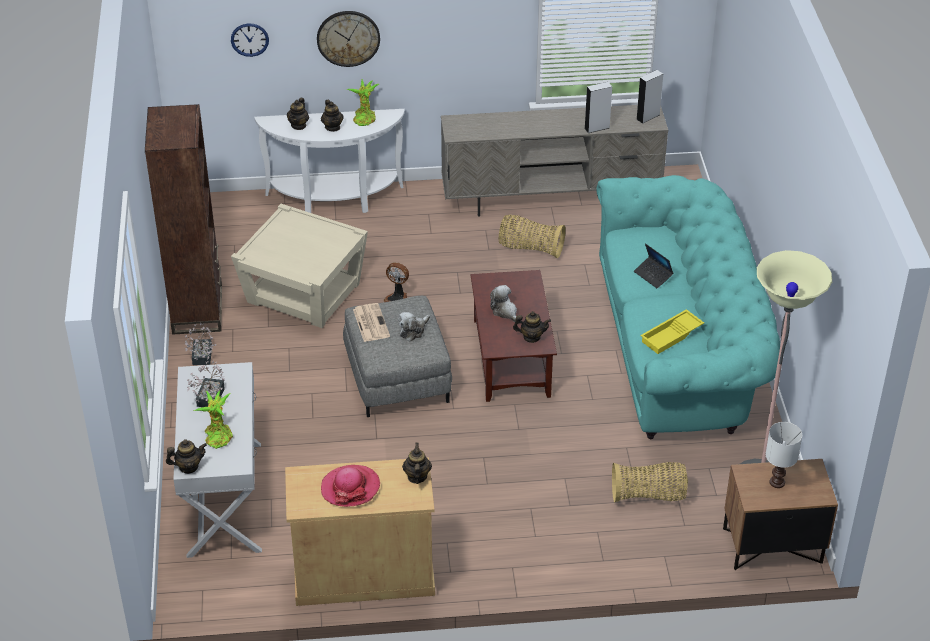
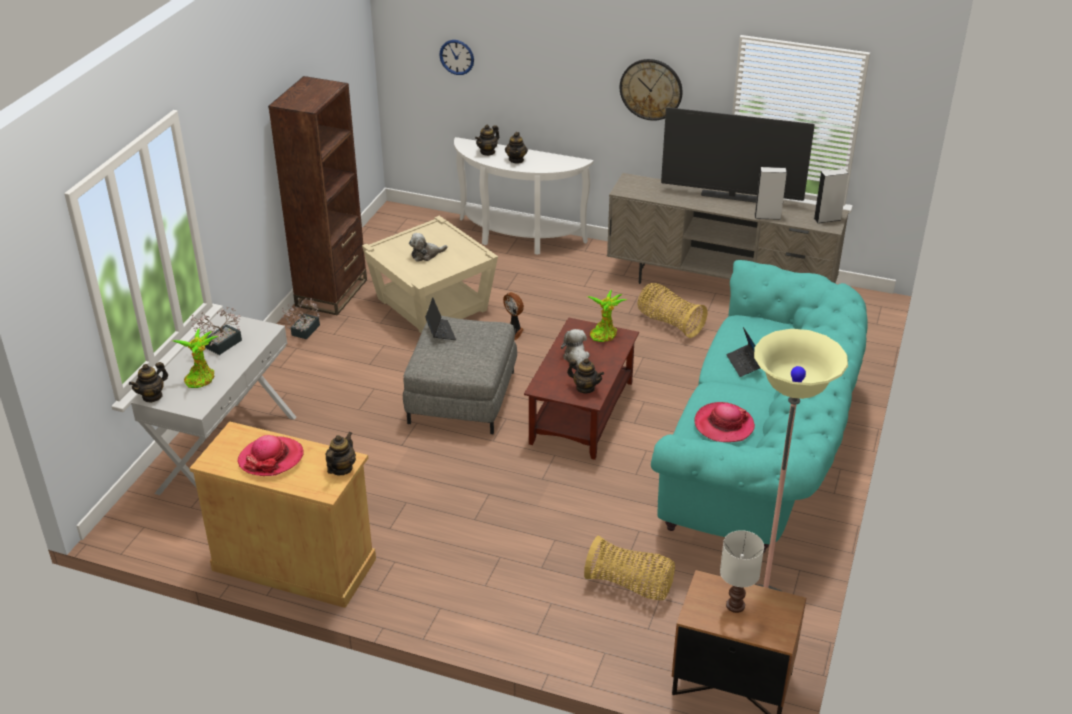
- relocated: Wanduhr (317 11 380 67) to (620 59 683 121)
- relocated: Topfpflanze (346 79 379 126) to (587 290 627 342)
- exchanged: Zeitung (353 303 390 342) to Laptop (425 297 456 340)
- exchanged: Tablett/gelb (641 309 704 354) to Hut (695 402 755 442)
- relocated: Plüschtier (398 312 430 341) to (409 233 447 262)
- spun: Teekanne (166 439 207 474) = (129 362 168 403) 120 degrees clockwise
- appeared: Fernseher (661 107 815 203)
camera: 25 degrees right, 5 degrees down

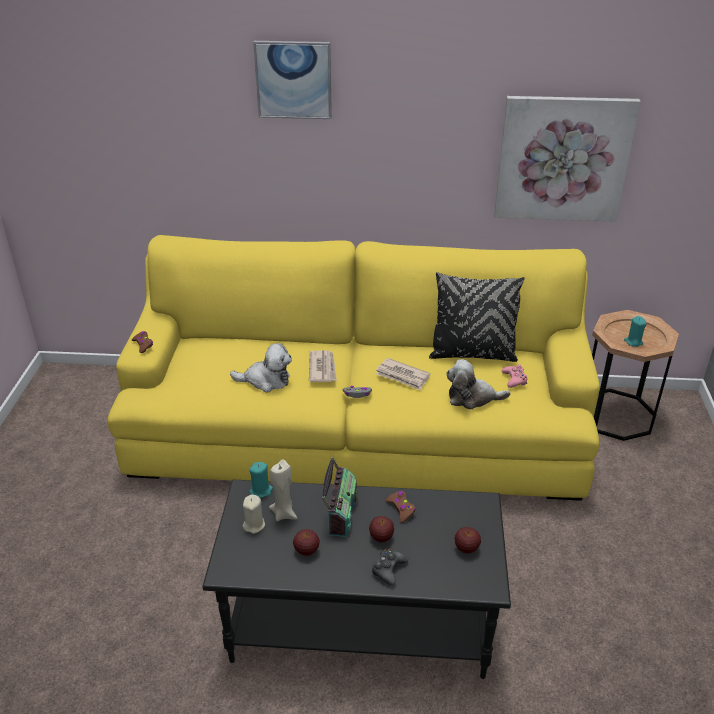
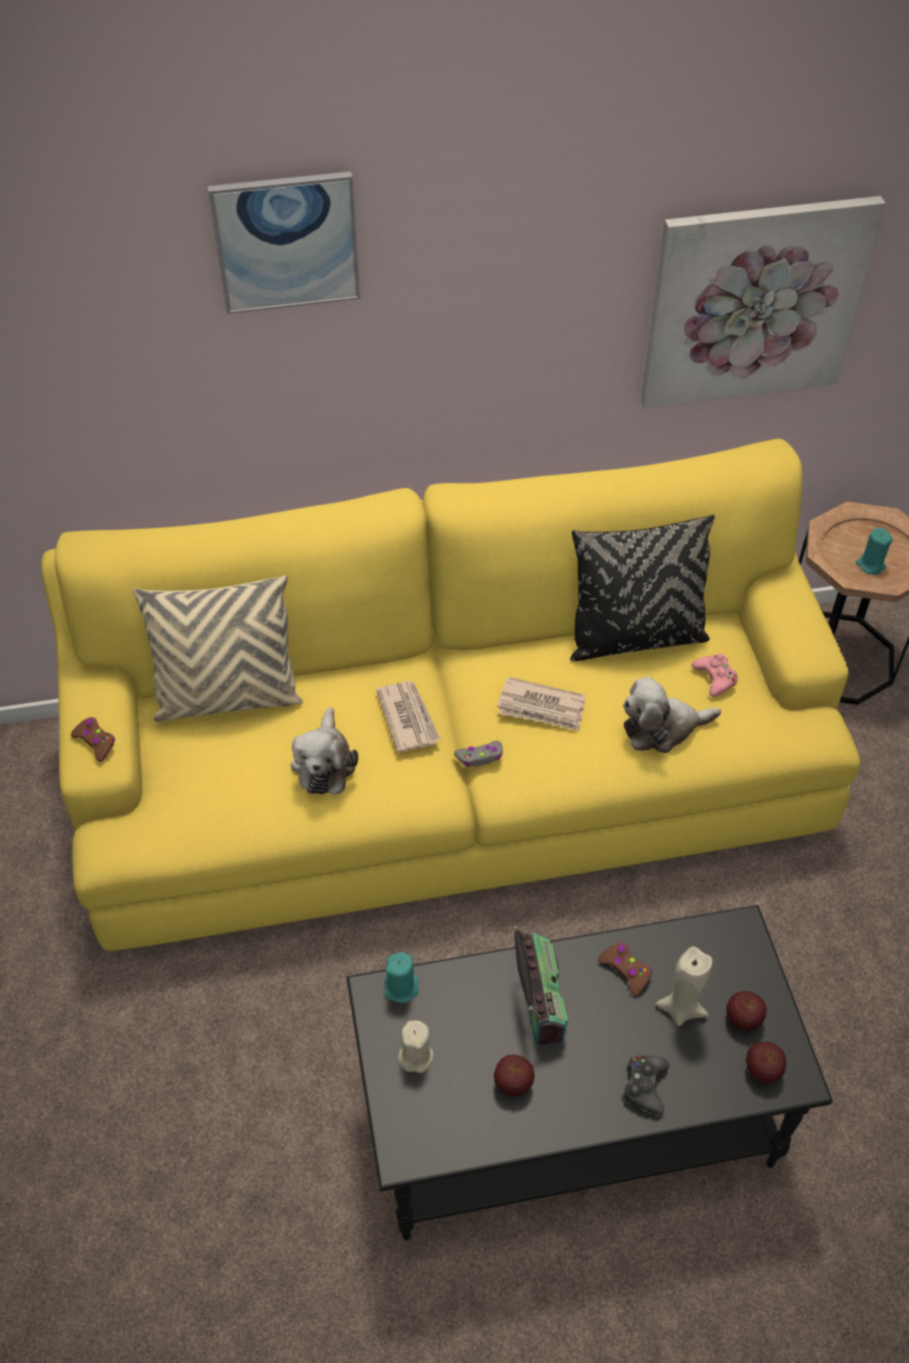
- spun: Plüschtier (230 343 292 393) = (291 707 358 794) 105 degrees clockwise
- relocated: Kerze/beige (269 459 297 521) to (656 946 713 1026)
- relocated: Apfel (369 516 394 543) to (746 1042 786 1083)
- appeared: Kissen/beige (133 576 303 722)
camera: 15 degrees left, 15 degrees up

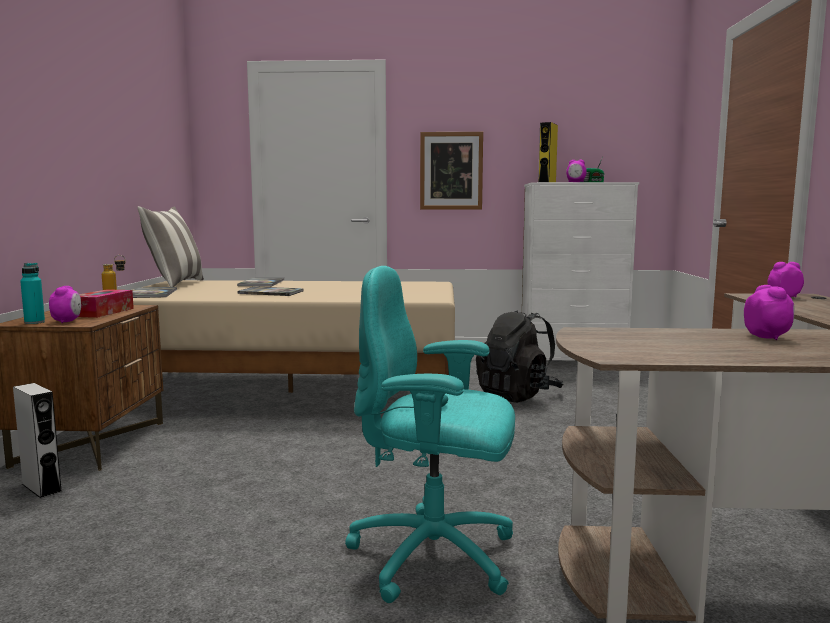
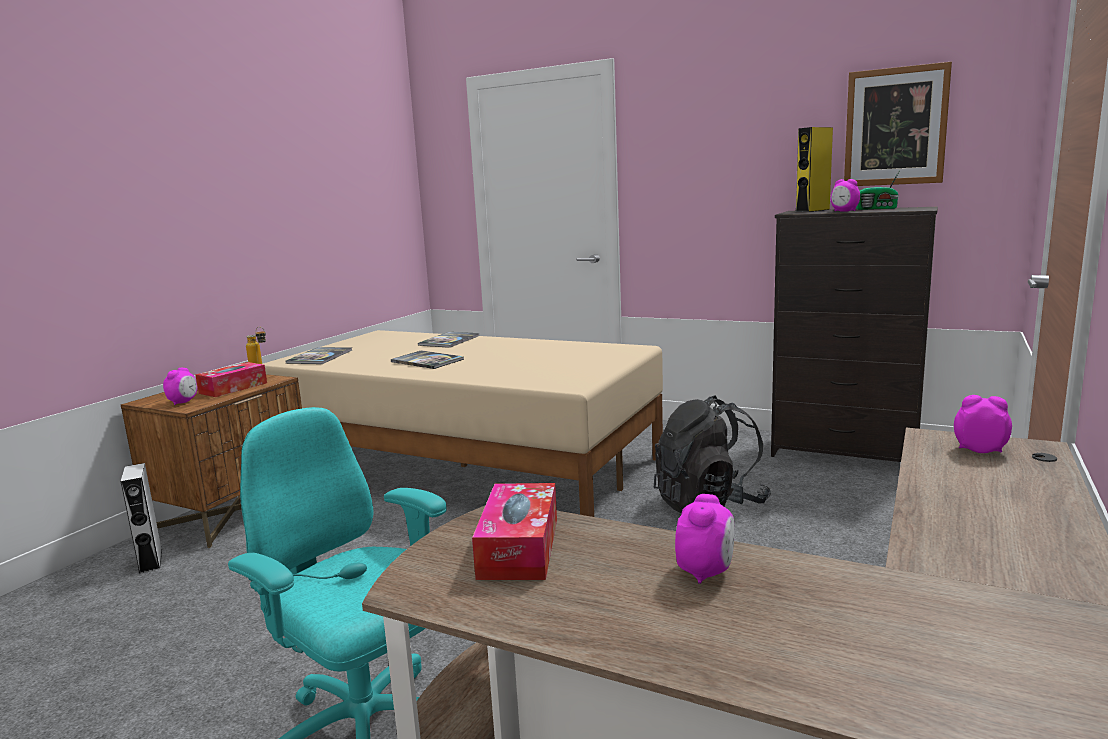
- relocated: Bild (420 132 483 210) to (844 61 952 186)
- colour: Kommode/weiß (522 182 639 361) to Kommode/schwarz (771 207 938 462)
- missing: Kissen (137 206 204 287)
- missing: Flasche/türkis (20 263 45 324)
- appeared: Taschentuchbox (472 483 557 580)
camera: 25 degrees right, 5 degrees up

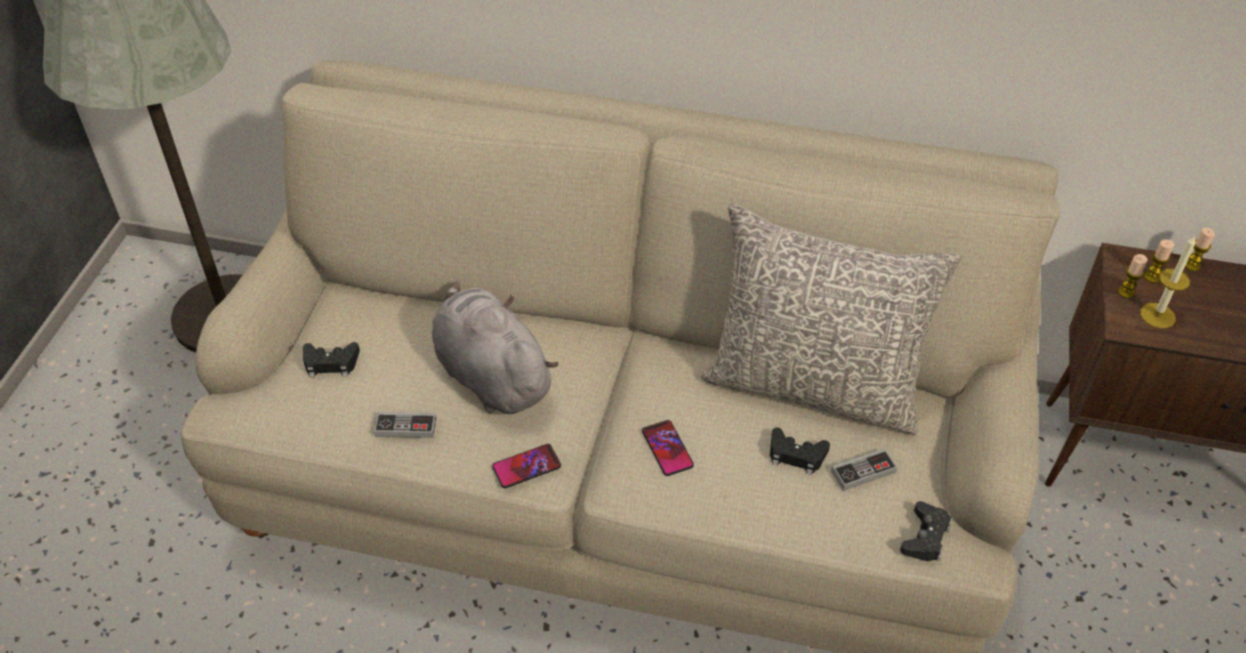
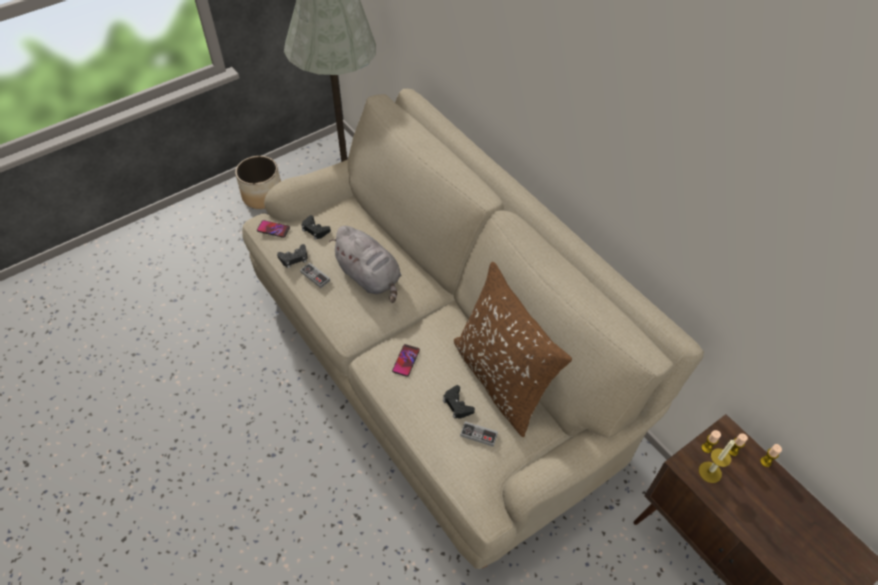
- colour: Kissen/grau (700 203 961 435) to Kissen/braun (454 262 572 437)
- spun: Plüschtier/grau (432 282 559 414) = (329 226 401 303) 135 degrees clockwise
- relocated: Handy (492 444 561 488) to (257 220 290 238)
- relocated: Gamepad/schwarz (900 501 952 561) to (277 244 308 268)
- appeared: Pflanzkübel (235 156 281 209)
camera: 40 degrees right, 5 degrees up

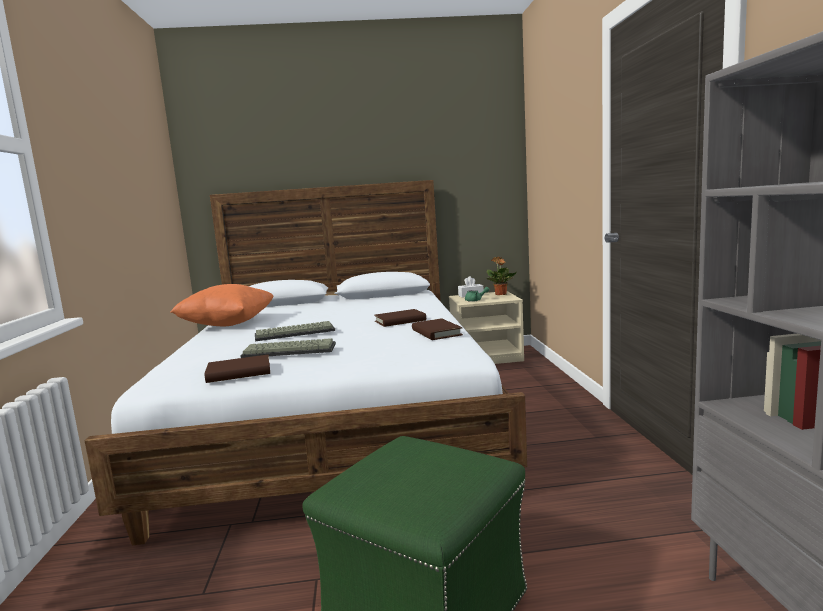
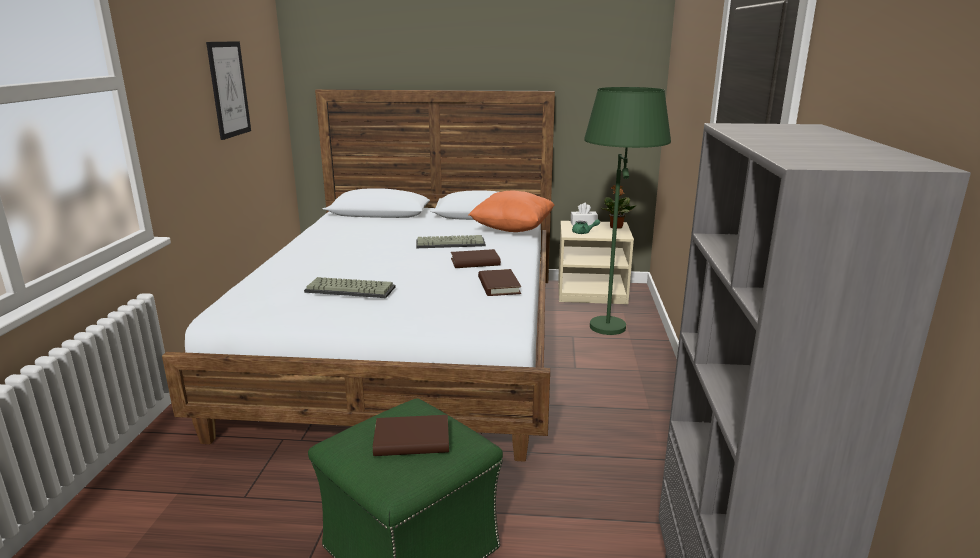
- relocated: Kissen/orange (170 284 274 326) to (468 191 554 232)
- relocated: Tastatur (255 321 335 341) to (416 235 486 248)
- relocated: Buch/braun (204 355 270 383) to (373 415 449 456)
- appeared: Bild (206 41 251 140)
- appeared: Stehlampe/grün (584 87 671 335)
camera: 10 degrees right, 10 degrees up

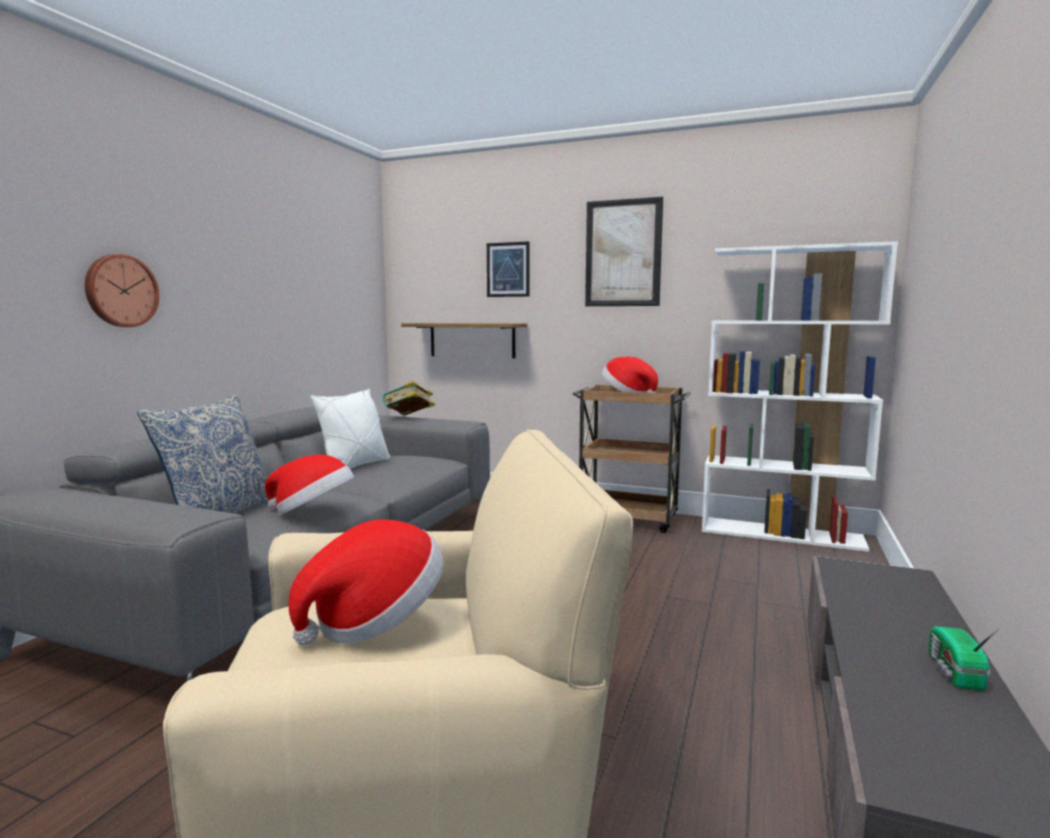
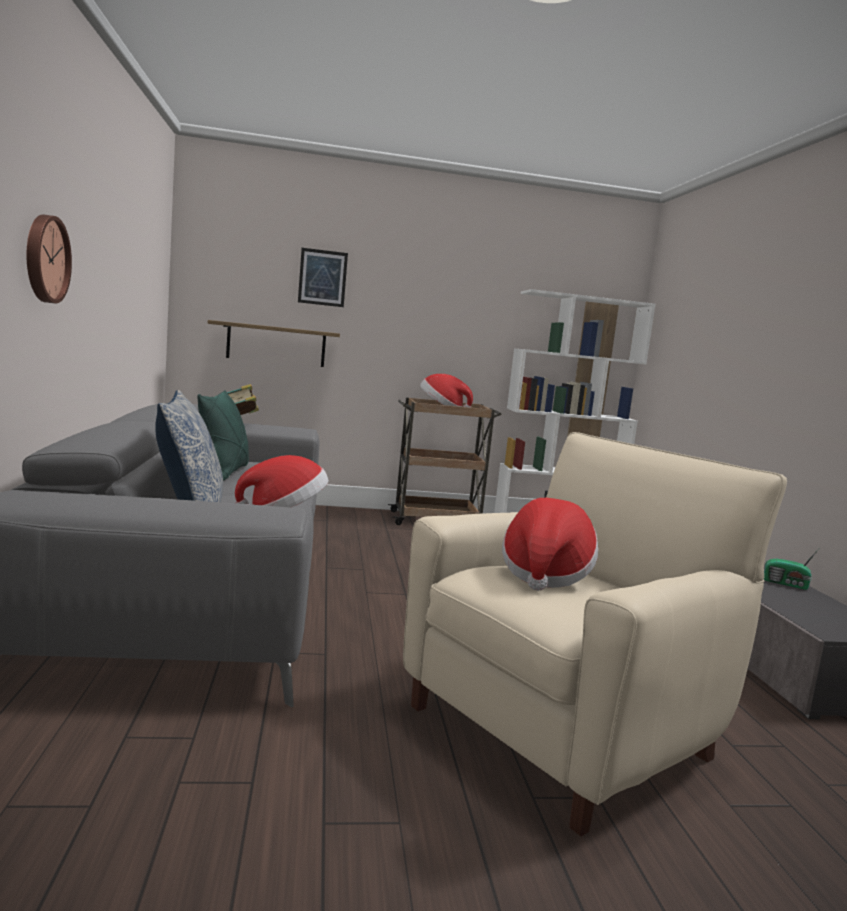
- missing: Bild (585 197 663 306)
- colour: Kissen/weiß (311 389 390 469) to Kissen/grün (197 390 249 481)
- spun: Radio (928 626 999 690) = (764 549 819 590) 45 degrees counterclockwise
camera: 30 degrees left, 0 degrees up

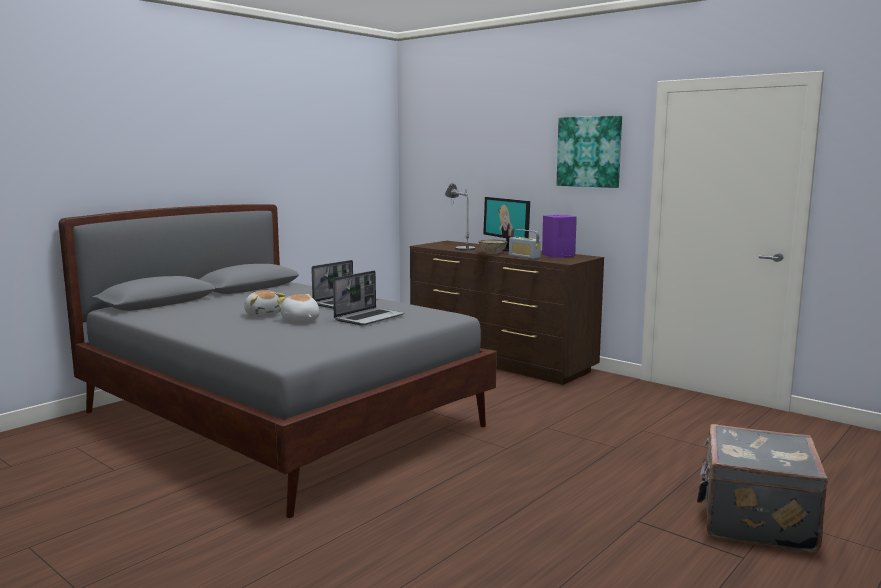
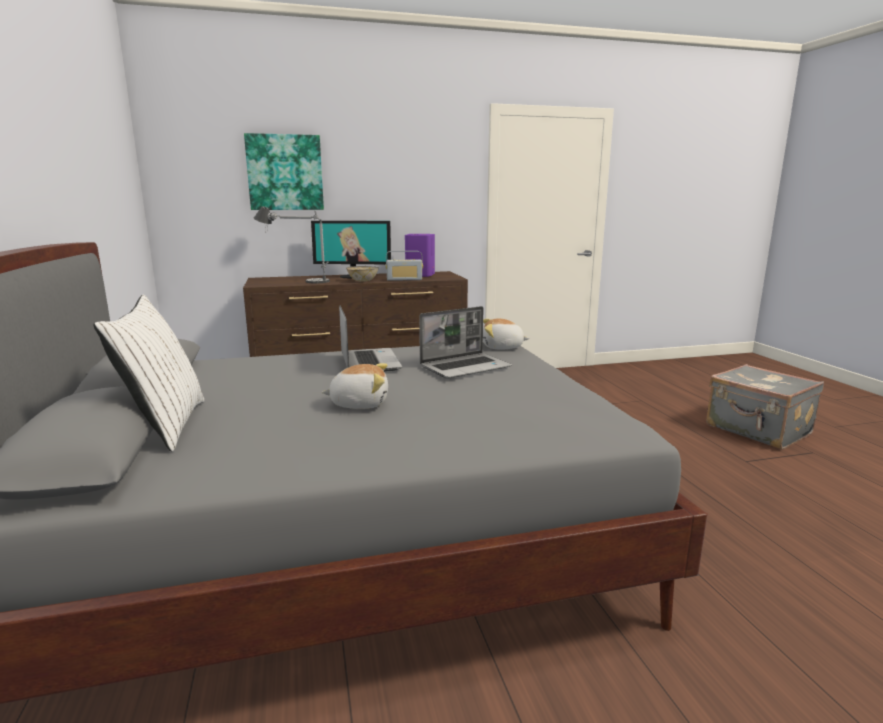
- relocated: Bild (556 116 622 188) to (244 133 324 210)
- spun: Laptop (333 271 405 325) = (419 306 512 379) 75 degrees clockwise
- relocated: Plüschtier (277 294 320 323) to (483 318 530 349)
- appeared: Kissen/weiß (93 294 205 452)
camera: 55 degrees left, 5 degrees up

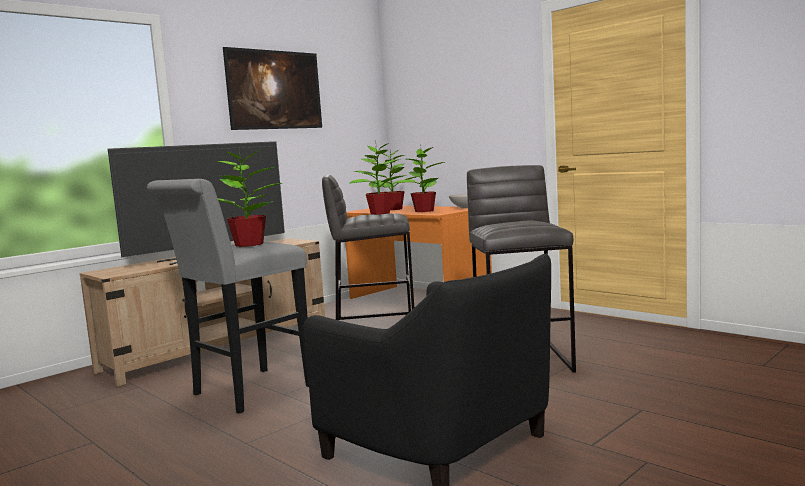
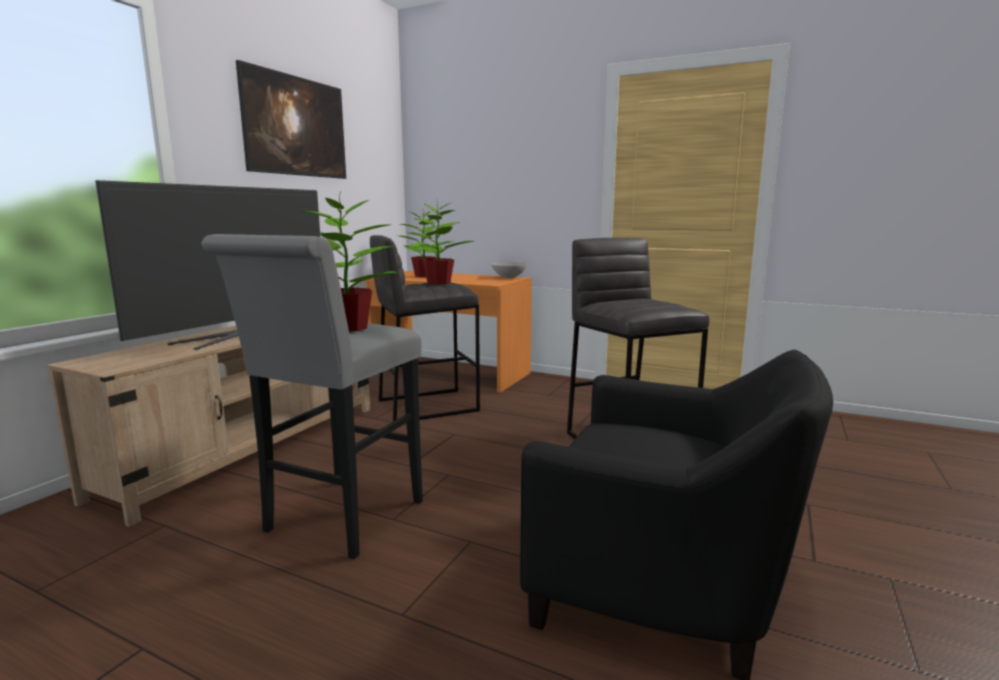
- missing: Topfpflanze (392 145 445 212)
camera: 20 degrees left, 5 degrees up

